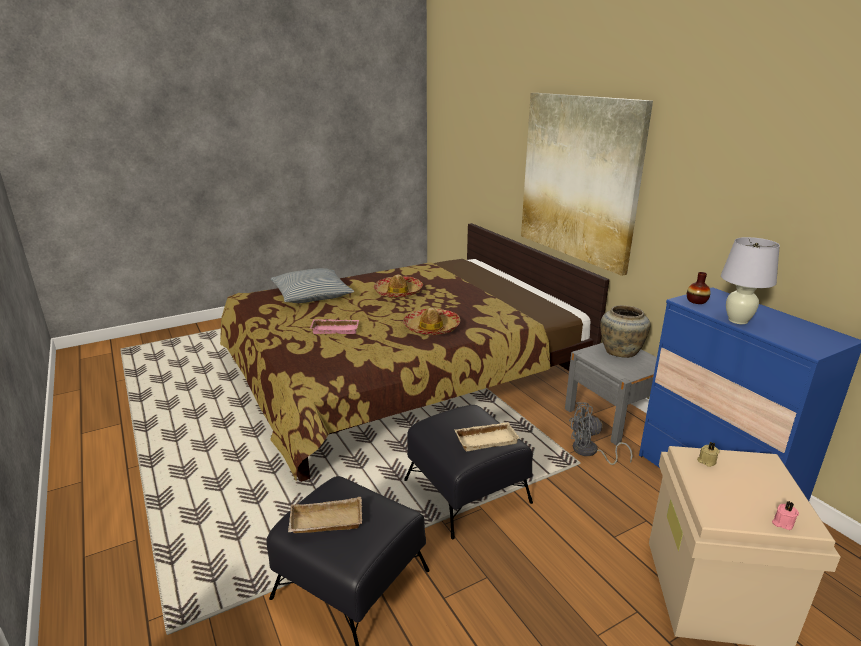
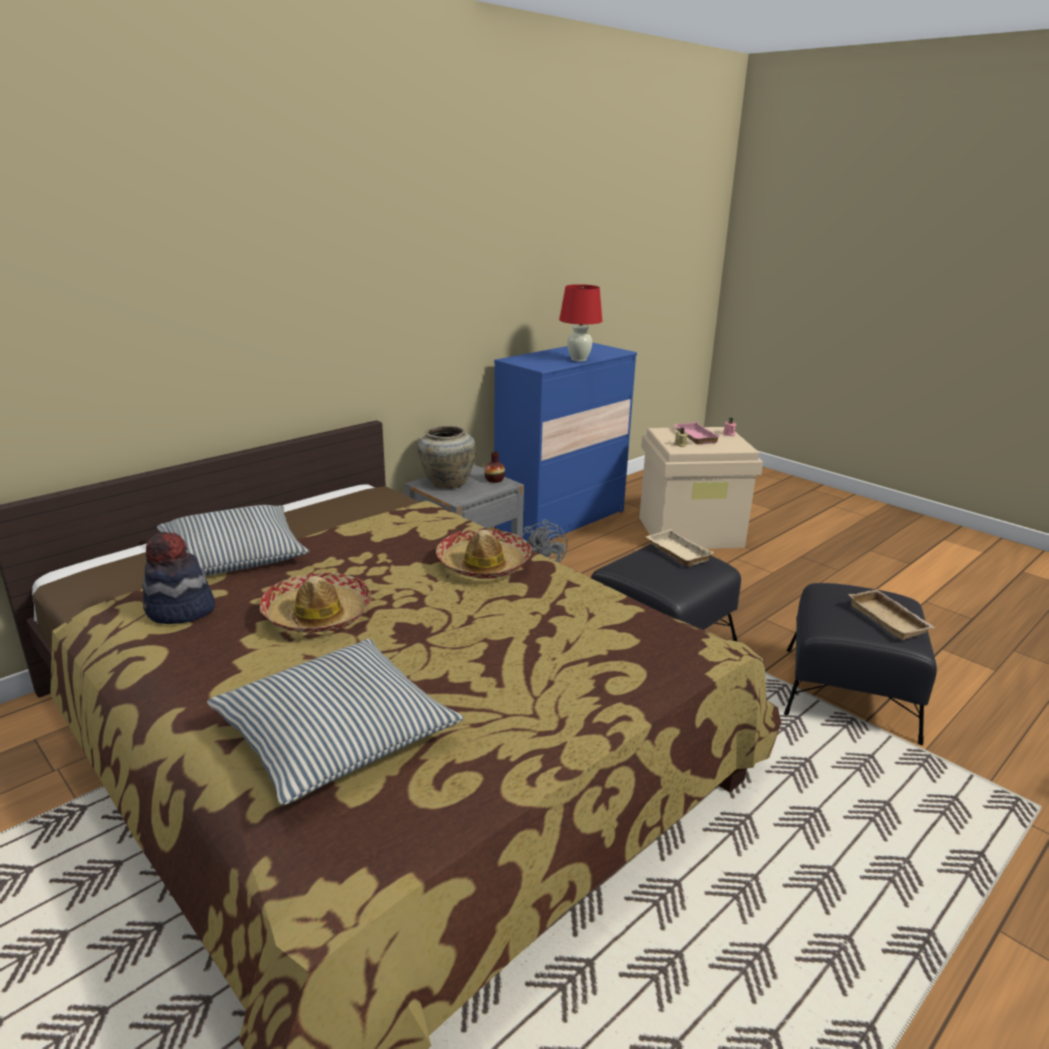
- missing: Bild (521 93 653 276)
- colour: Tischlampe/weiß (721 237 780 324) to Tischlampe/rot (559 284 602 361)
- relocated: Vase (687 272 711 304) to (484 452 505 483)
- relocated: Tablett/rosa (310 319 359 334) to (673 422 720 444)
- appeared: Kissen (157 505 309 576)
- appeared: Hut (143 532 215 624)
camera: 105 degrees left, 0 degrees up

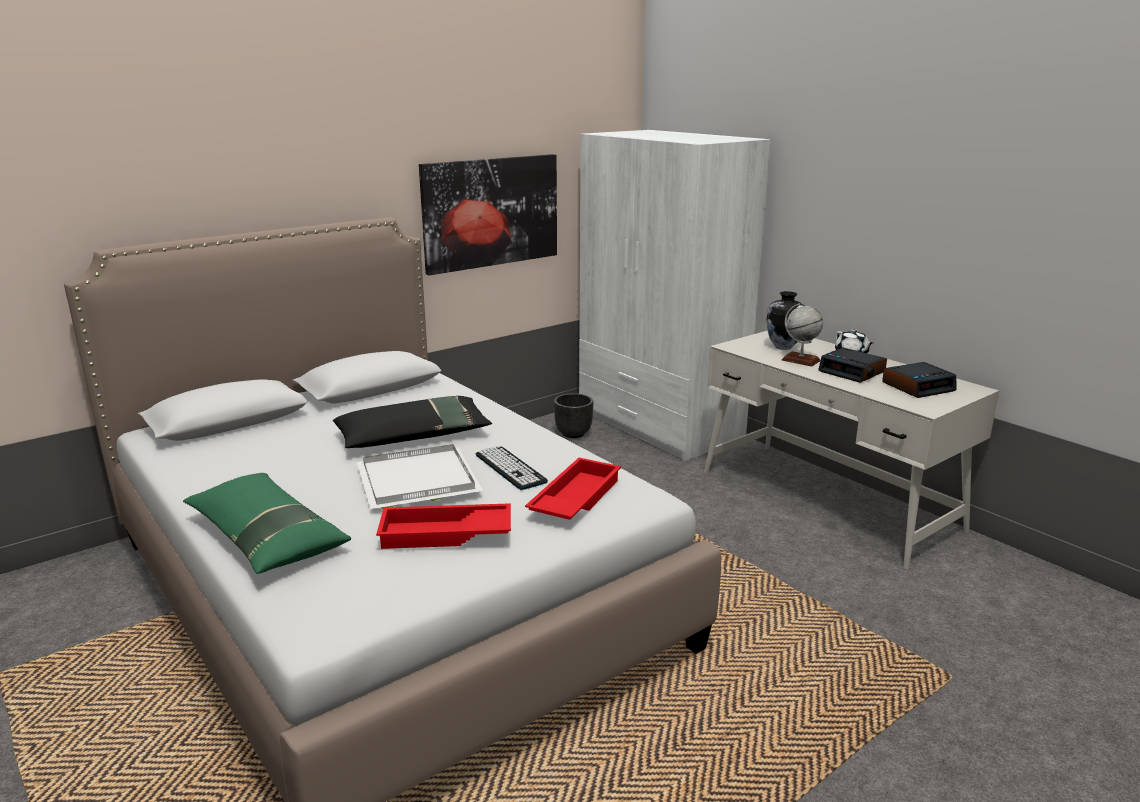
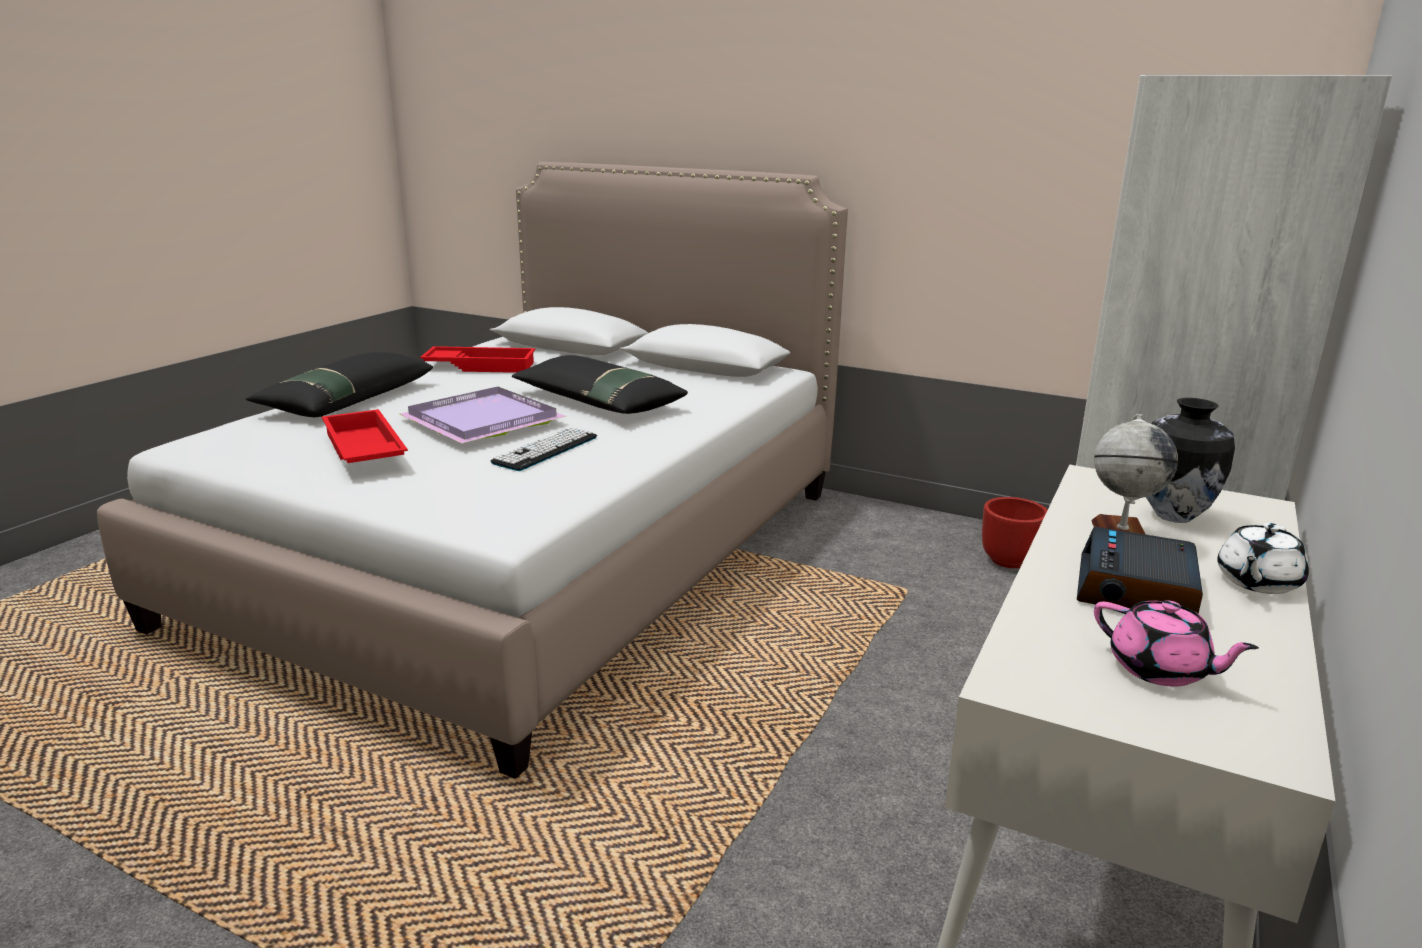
- missing: Bild (419 154 557 275)
- exchanged: Wecker (882 362 956 398) to Teekanne/rosa (1094 601 1259 687)
- colour: Pflanzkübel/schwarz (554 393 593 438) to Pflanzkübel/rot (982 497 1047 568)
- colour: Tablett/weiß (357 444 483 509) to Tablett/lila (400 387 566 443)
- relocated: Tablett/rot (525 458 621 520) to (420 346 536 373)
- colour: Kissen/grün (183 473 351 574) to Kissen/schwarz (246 352 433 417)
camera: 65 degrees right, 0 degrees up

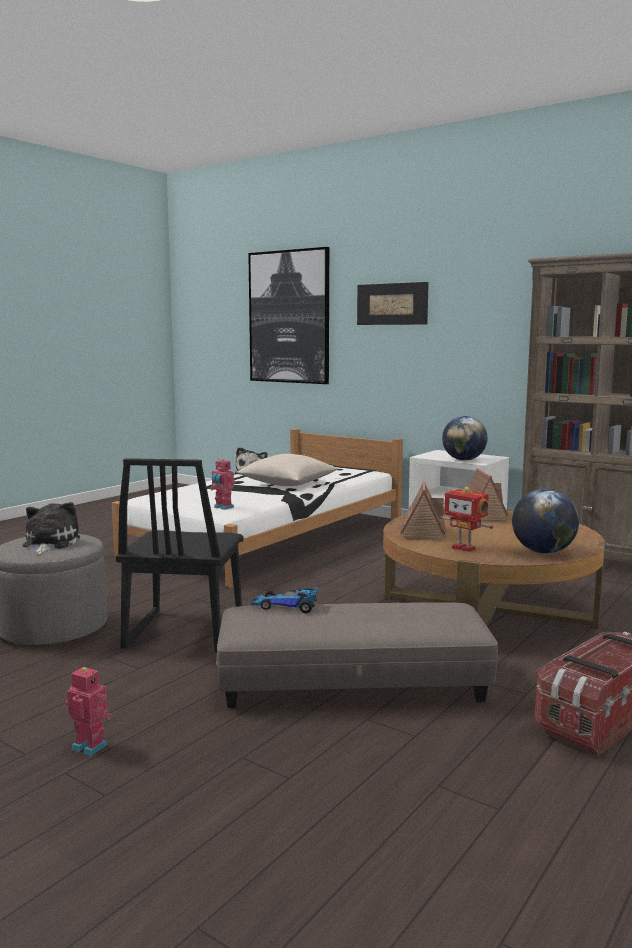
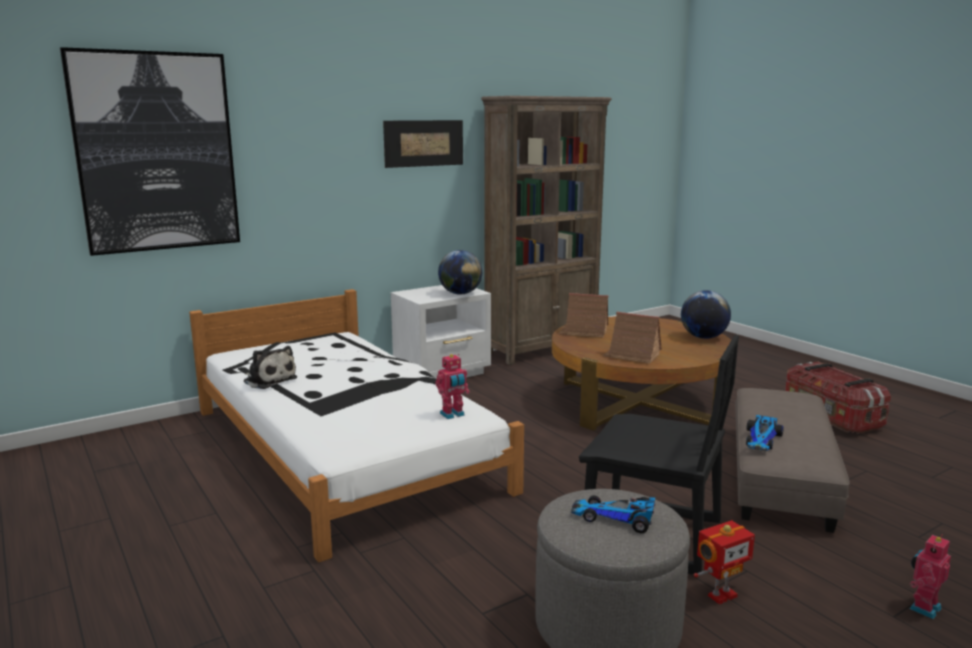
- relocated: Bild (357 282 429 325) to (383 120 463 168)
- missing: Kissen/beige (237 454 337 486)
- relocated: Spielzeugroboter (440 487 493 552) to (694 520 755 604)
- exchanged: Plüschtier (22 502 80 555) to Spielzeugauto (571 495 655 533)
camera: 70 degrees left, 5 degrees up

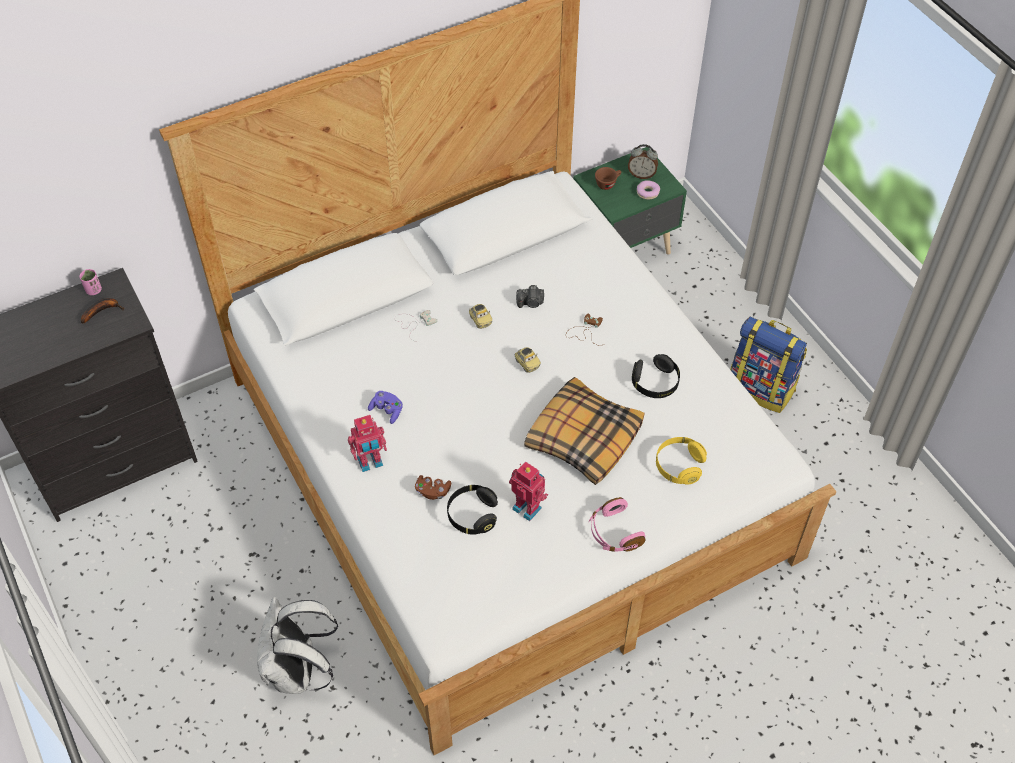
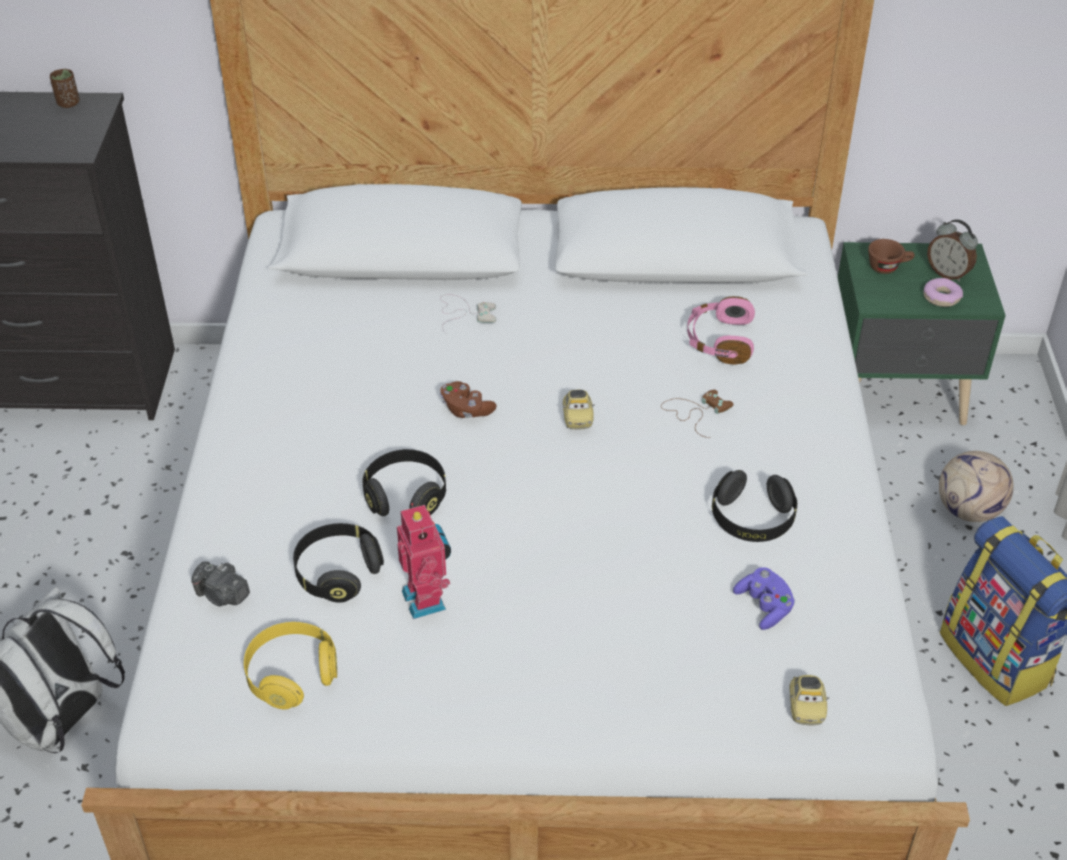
- colour: Tasse/rosa (79 269 102 295) to Tasse/braun (50 69 80 108)
- relocated: Kamera (516 285 544 308) to (191 562 250 606)
- missing: Banane (81 298 124 324)
- relocated: Spielzeugauto (469 304 492 329) to (790 675 830 725)
- missing: Kissen (524 377 644 485)
- relocated: Gamepad/lila (368 391 403 424) to (733 567 795 630)
- missing: Spielzeugroboter (348 415 387 472)
- relocated: Kopfhörer/gelb (656 437 707 485) to (244 622 337 710)
- relocated: Gamepad/braun (415 475 451 500) to (440 381 496 418)
- relocated: Kopfhörer/rosa (589 497 646 552) to (687 296 755 365)
- appeared: Kopfhörer/schwarz (362 449 446 516)
- appeared: Fußball (939 451 1014 522)
camera: 30 degrees right, 10 degrees down

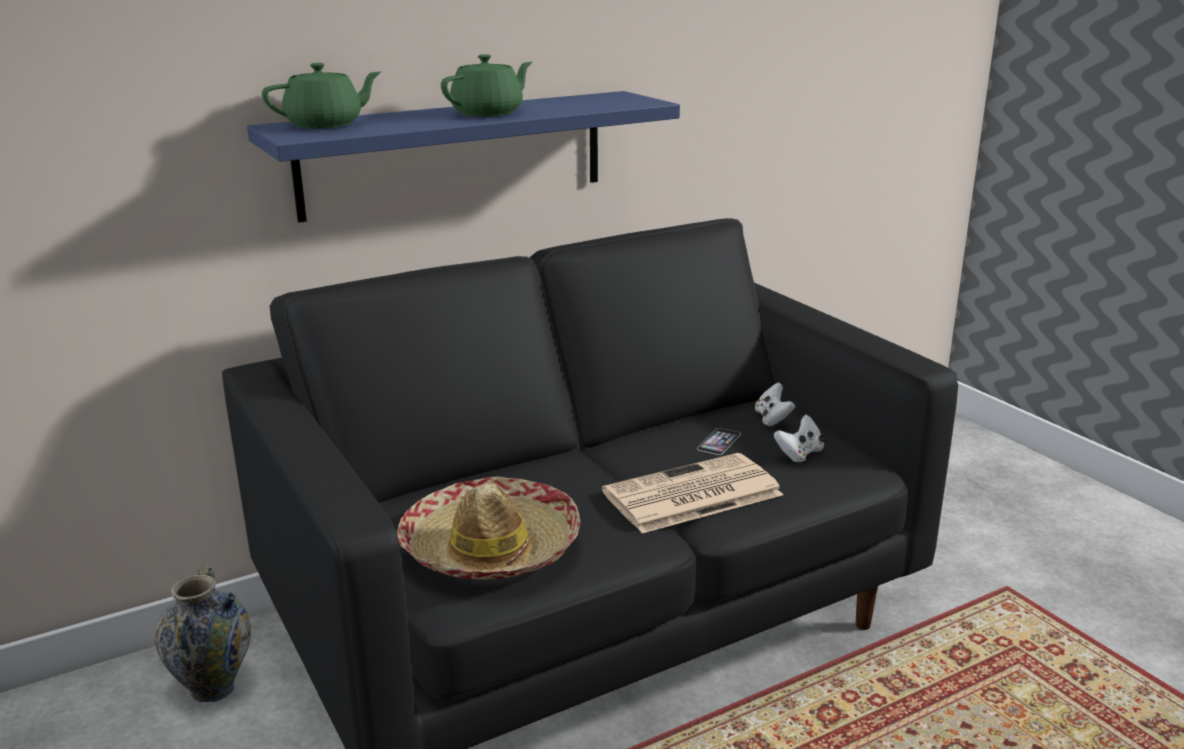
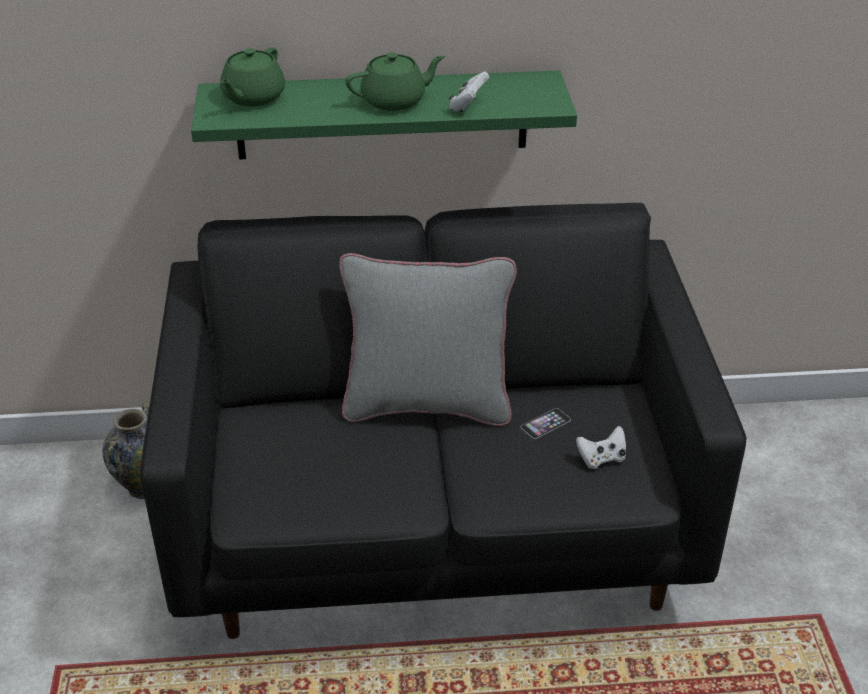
- spun: Teekanne/grün (262 63 381 129) = (220 48 285 106) 120 degrees clockwise
- colour: Wandregal/blau (247 91 680 223) to Wandregal/grün (191 70 577 159)
- relocated: Gamepad/weiß (755 383 795 426) to (449 71 489 112)
- missing: Zeitung (602 453 783 533)
- missing: Hut (397 477 580 580)
- appeared: Kissen/grau (339 253 517 426)
camera: 25 degrees right, 15 degrees up

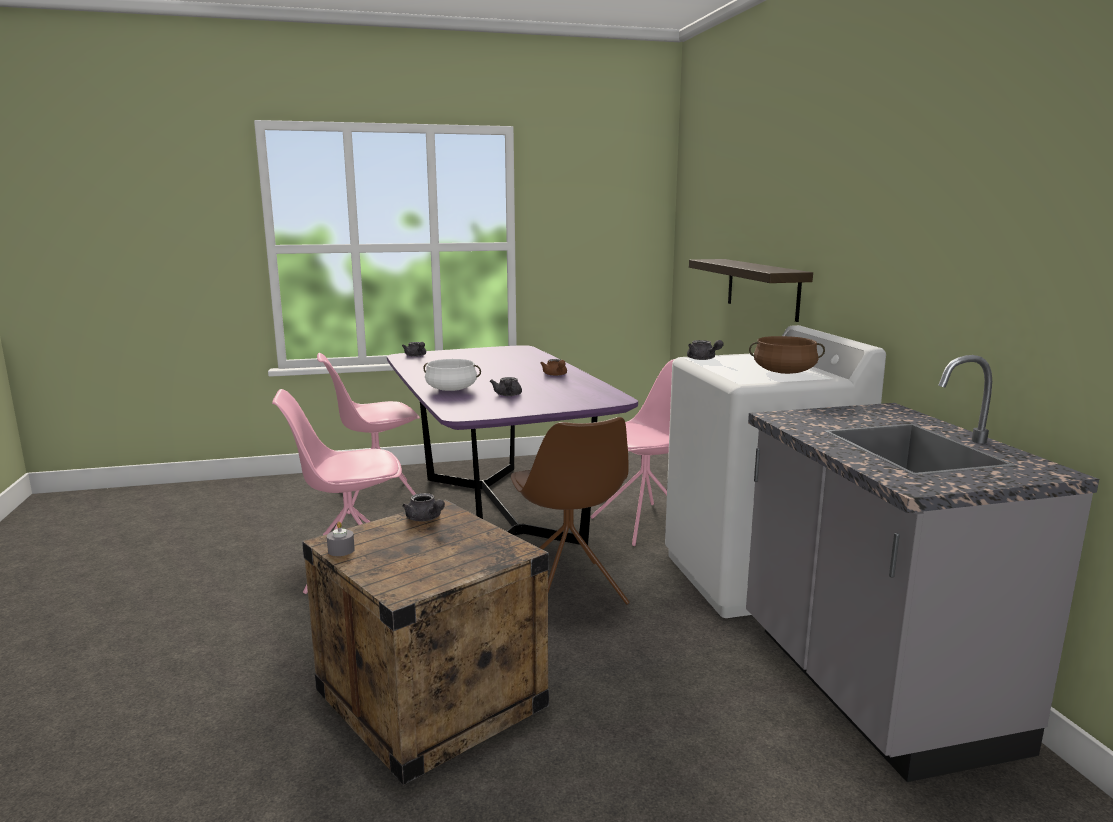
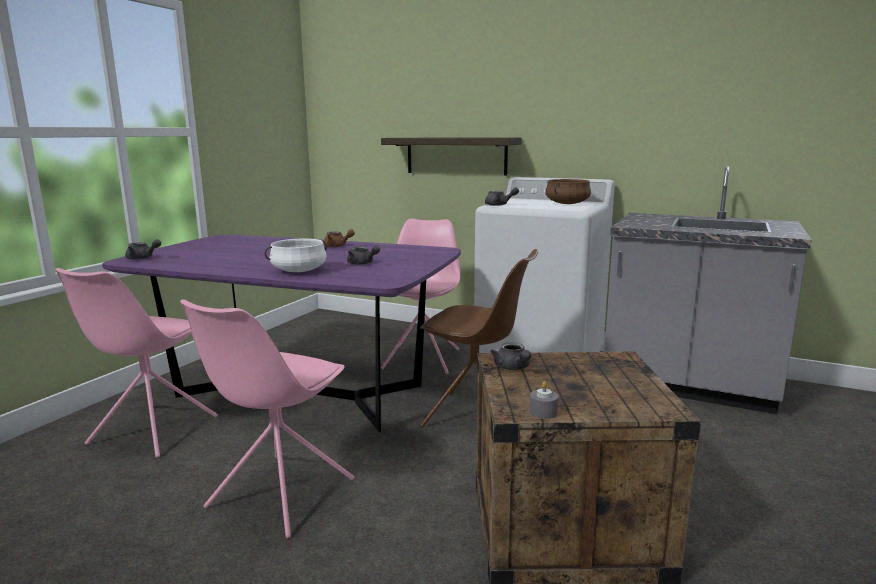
- spun: Teekanne/grau (402 493 445 521) = (491 342 531 370) 75 degrees clockwise
camera: 50 degrees left, 0 degrees up

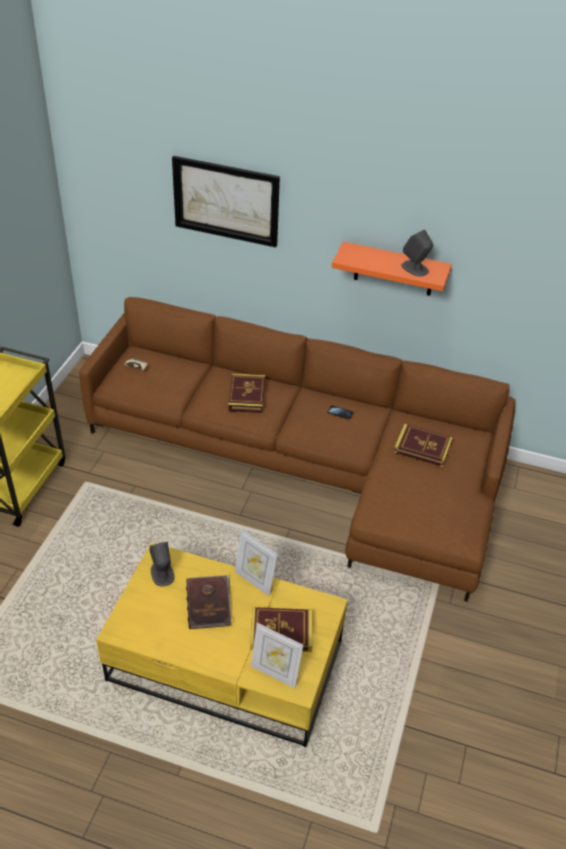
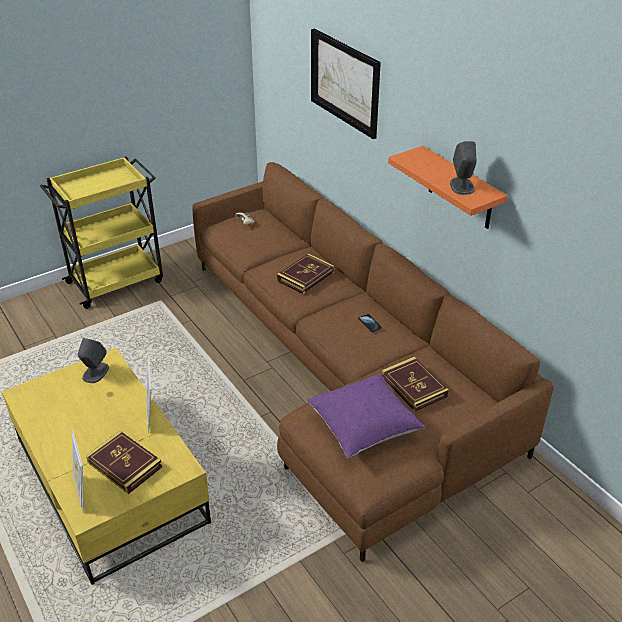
- missing: Buch/braun (186 575 231 629)
- appeared: Kissen/lila (307 373 425 458)
camera: 40 degrees right, 5 degrees down

